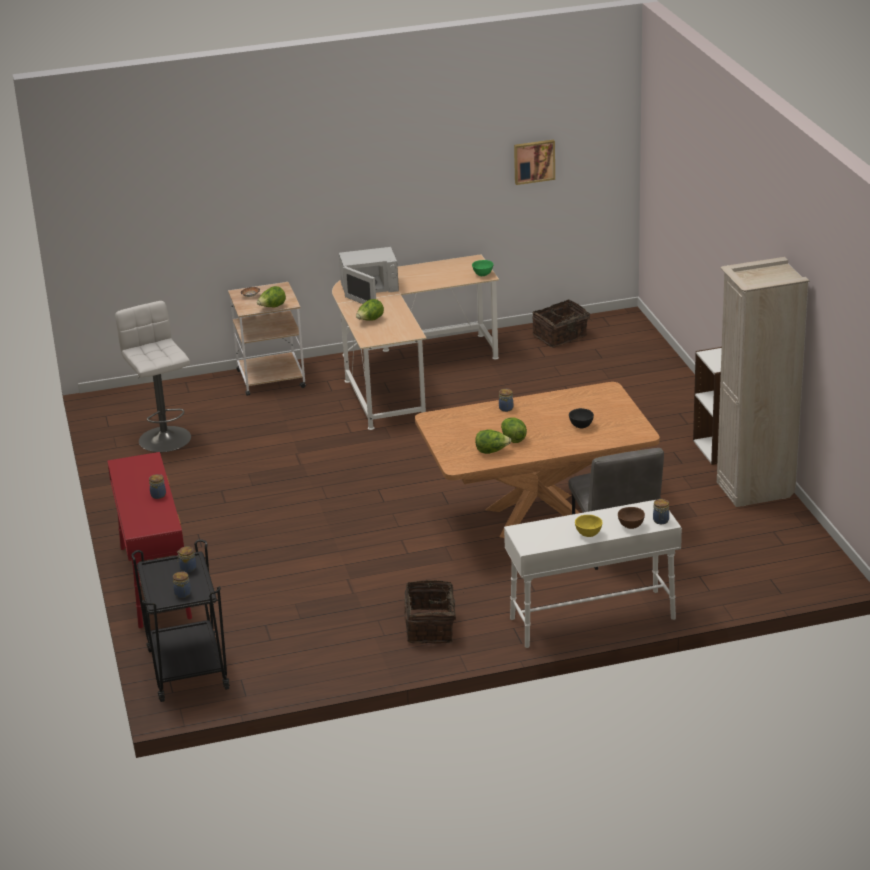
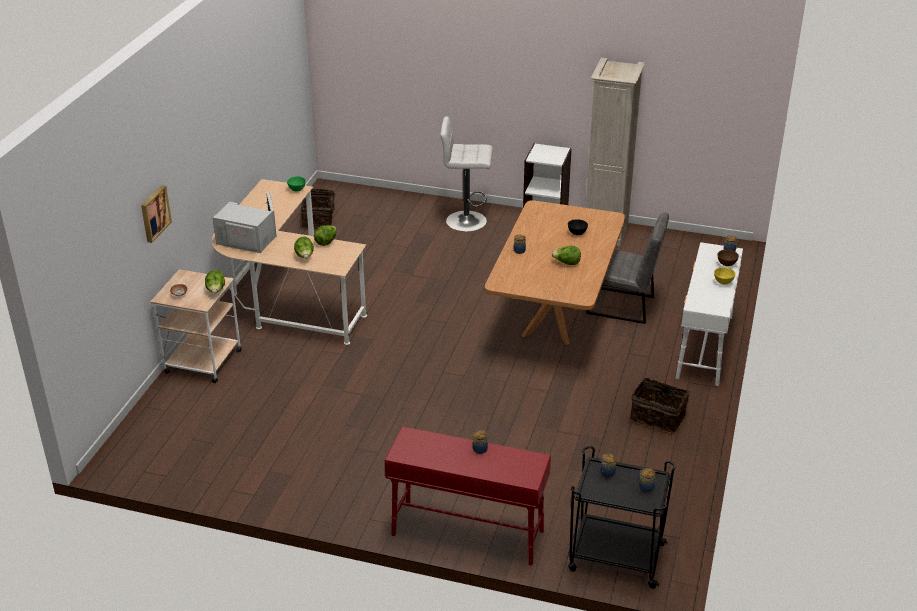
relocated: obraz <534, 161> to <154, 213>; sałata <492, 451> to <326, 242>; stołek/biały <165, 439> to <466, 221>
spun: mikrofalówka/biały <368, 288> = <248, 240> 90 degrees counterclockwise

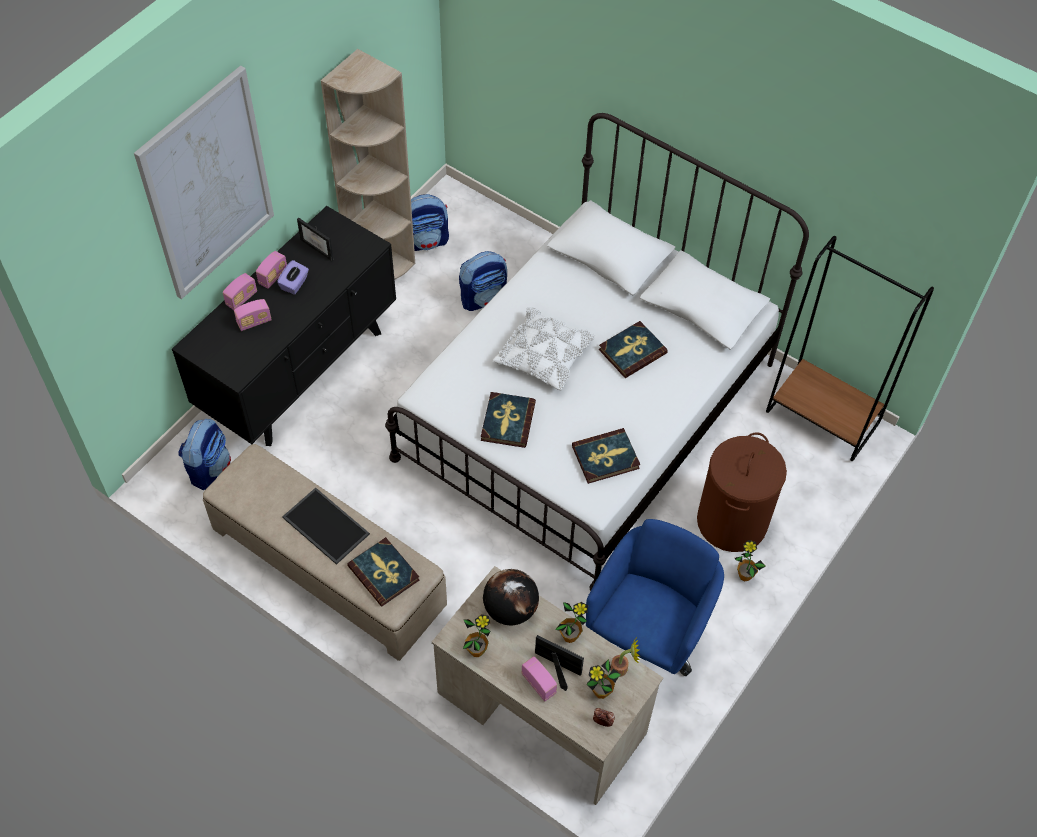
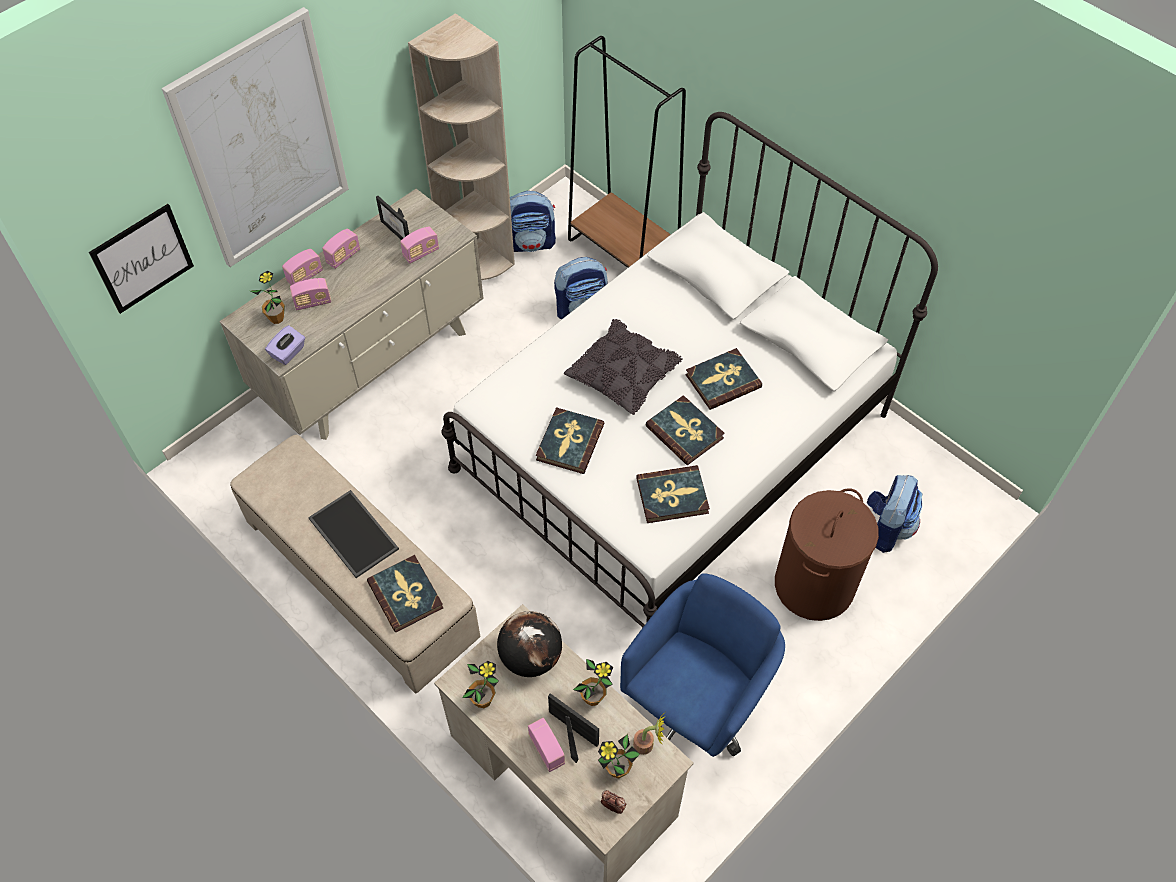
appeared: obraz <142, 258>; radio <421, 253>; książka <685, 432>
relocated: roślina doniczkowa <745, 575> to <277, 318>; pudełko chusteczek/fioletowy <294, 284> to <288, 352>; wieszak <822, 418> to <623, 252>; plecak <209, 468> to <886, 528>
colour: komoda/czarny <299, 370> to komoda/beżowy <372, 362>; poduszka/biały <544, 355> to poduszka/czarny <623, 374>

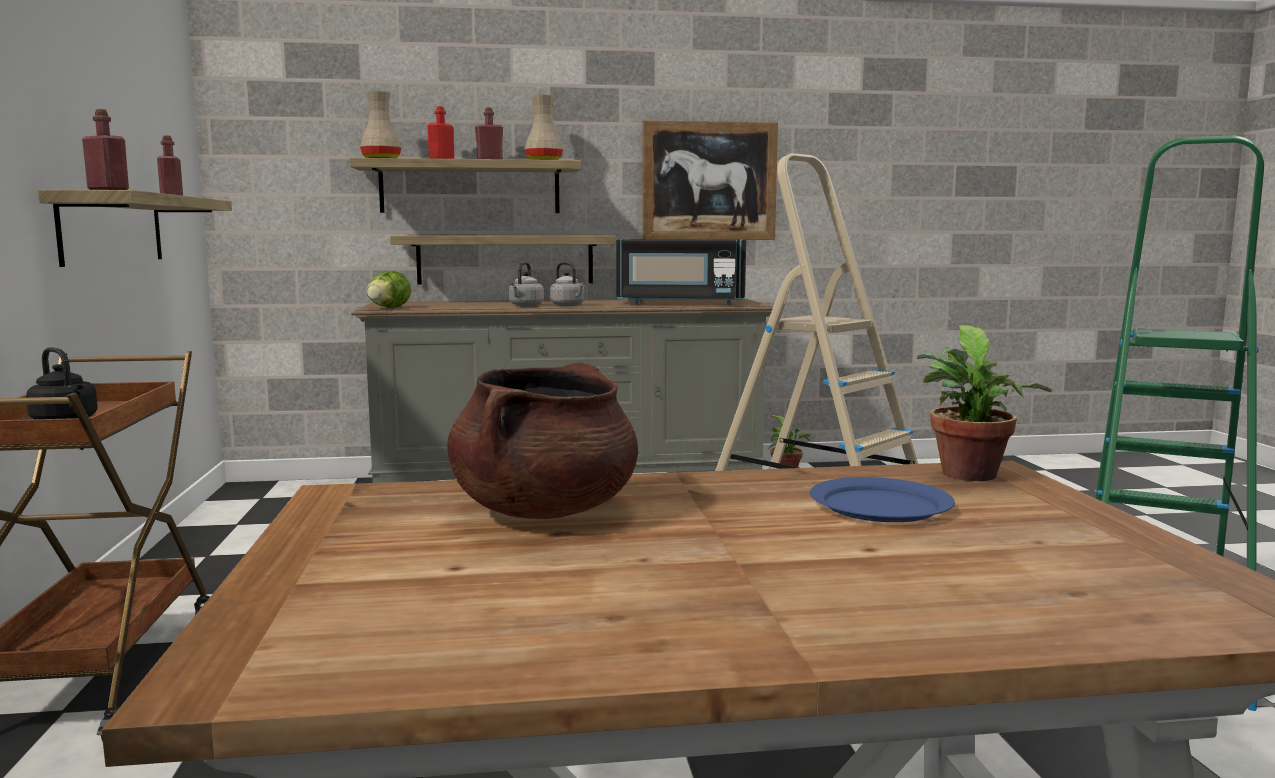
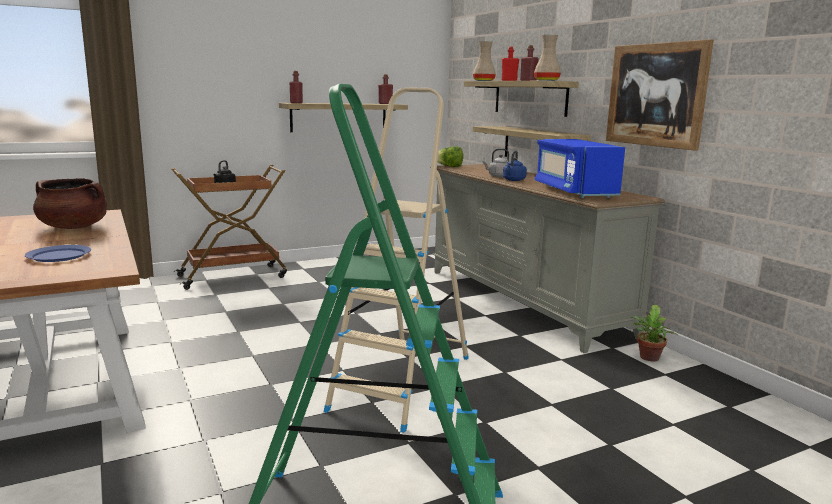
missing: roślina doniczkowa <970, 476>
colour: czajnik/szary <568, 305> to czajnik/niebieski <513, 180>; mikrofalówka/czarny <681, 303> to mikrofalówka/niebieski <574, 191>

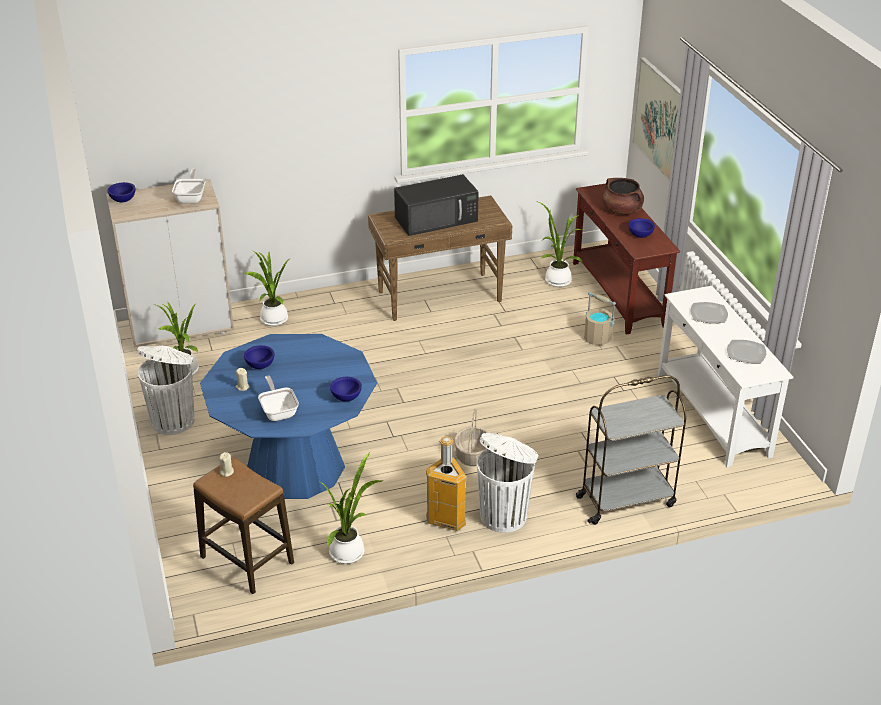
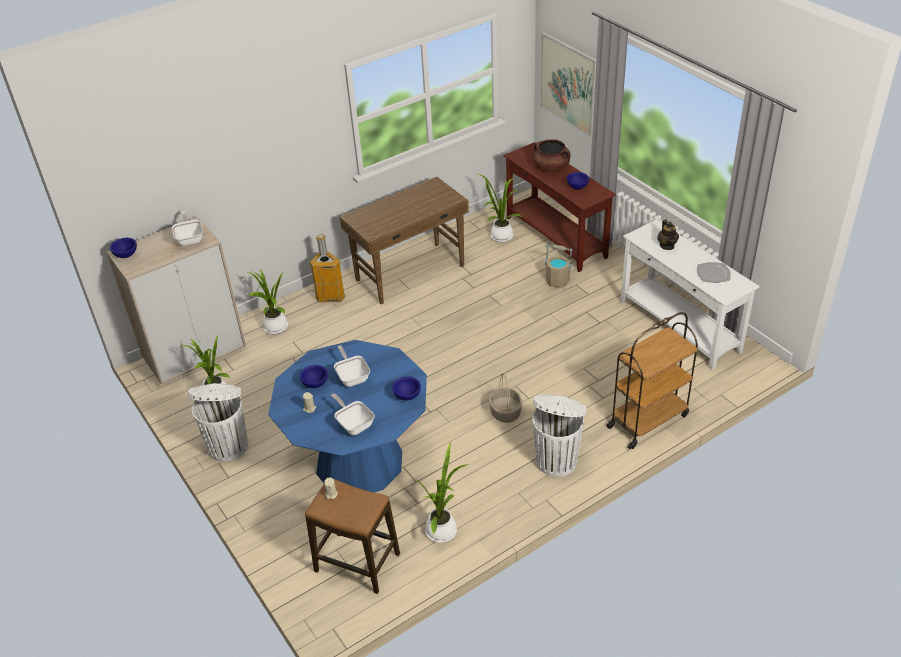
missing: mikrofalówka/czarny <437, 219>
appeared: patelnia <352, 377>
relocated: kosz na śmieci <447, 520> to <331, 297>
exchanged: talerz <709, 314> to imbryk <667, 245>
colour: wózek/szary <627, 501> to wózek/brązowy <649, 421>

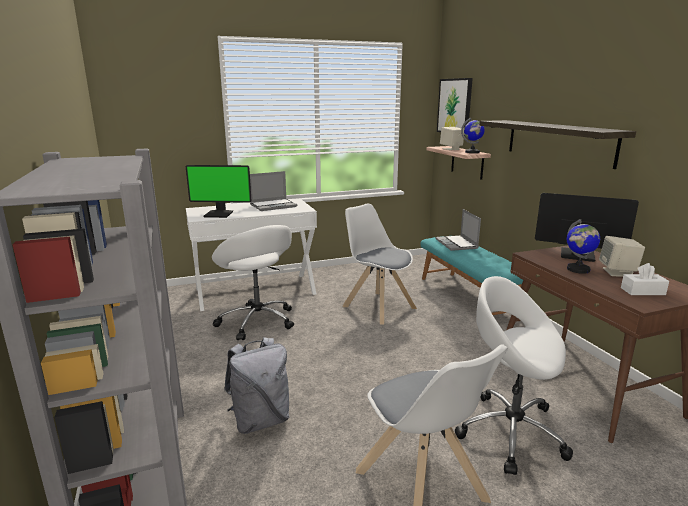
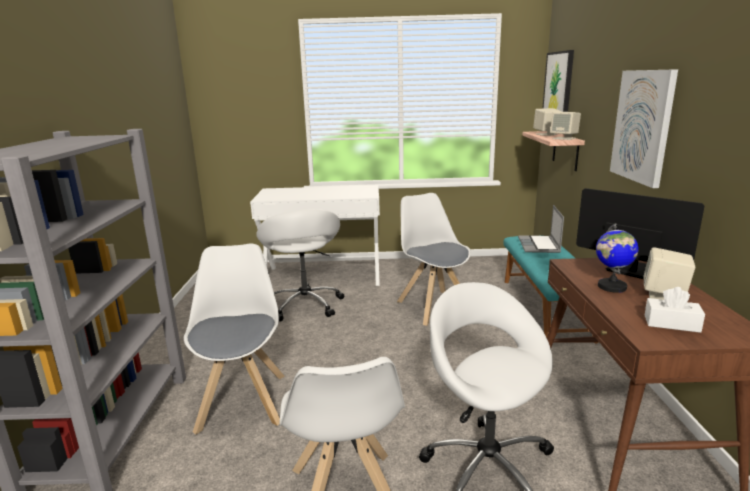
missing: monitor <219, 214>; laptop <273, 206>
exchanged: plecak/szary <260, 420> to krzesło <243, 400>; globus <472, 152> to głośnik/beżowy <564, 138>; półka <558, 142> to obraz <643, 126>

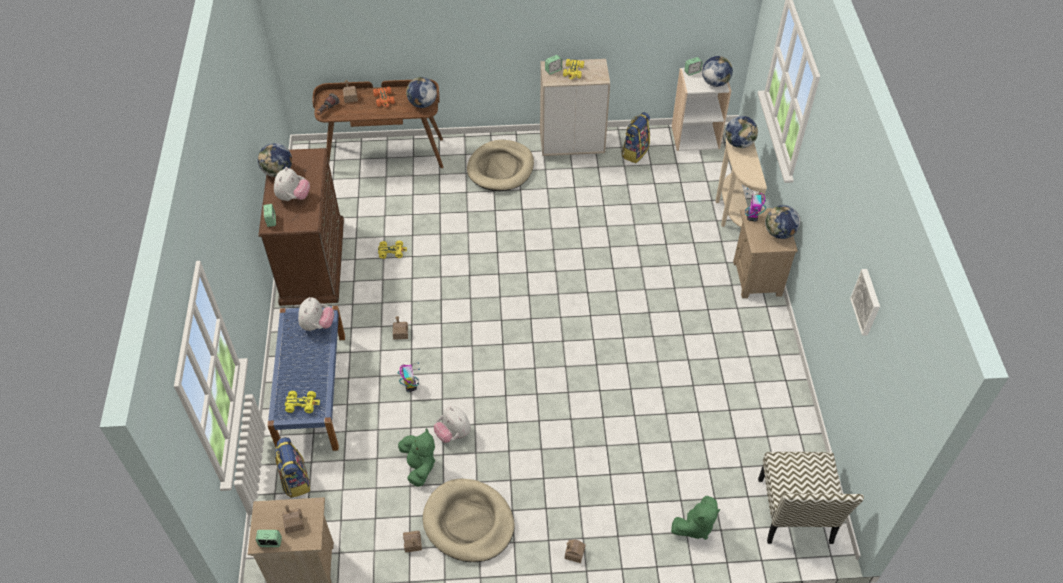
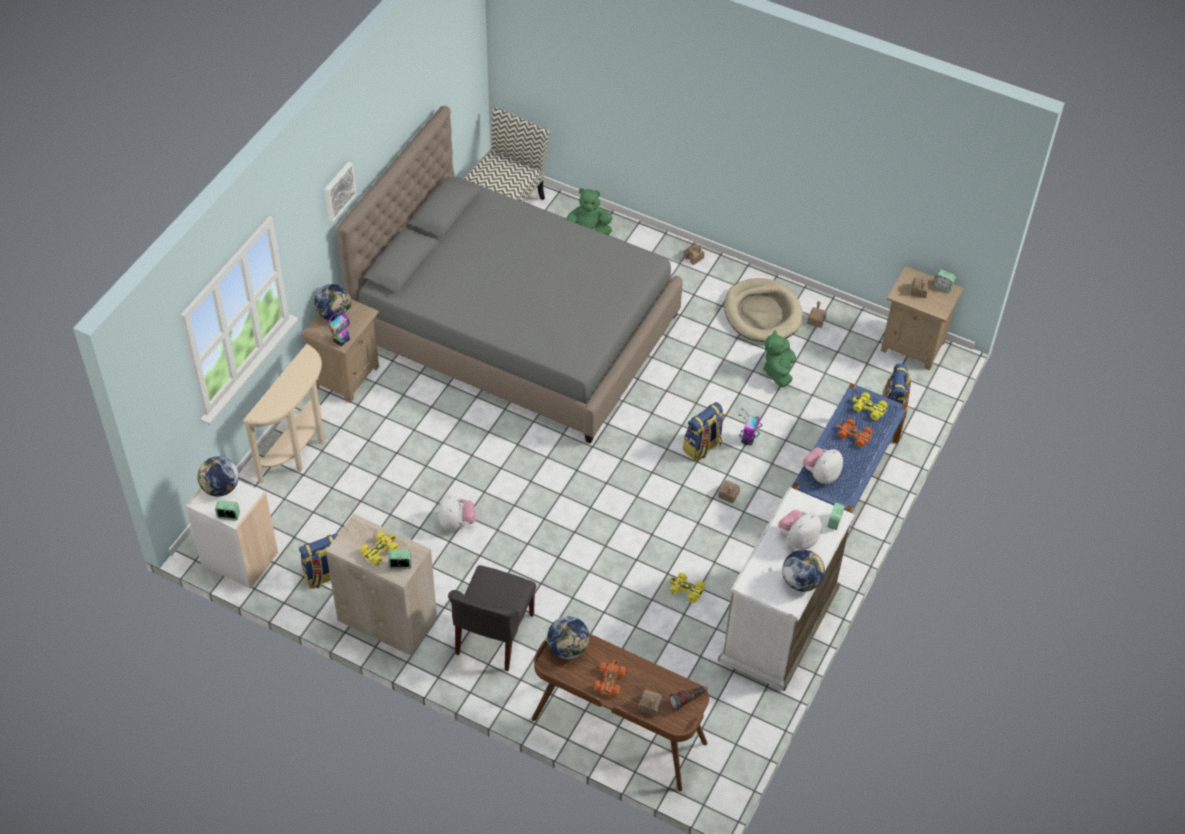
missing: globus <739, 143>
appeared: łóżko/szary <515, 327>; plecak <702, 447>; samochodzik/pomarańczowy <854, 435>
relocated: obraz <867, 302> to <338, 190>; pluszak <453, 433> to <456, 523>
exchanged: legowisko/beżowy <501, 168> to krzesło/szary <493, 636>
colour: komoda/brązowy <312, 260> to komoda/biały <779, 624>

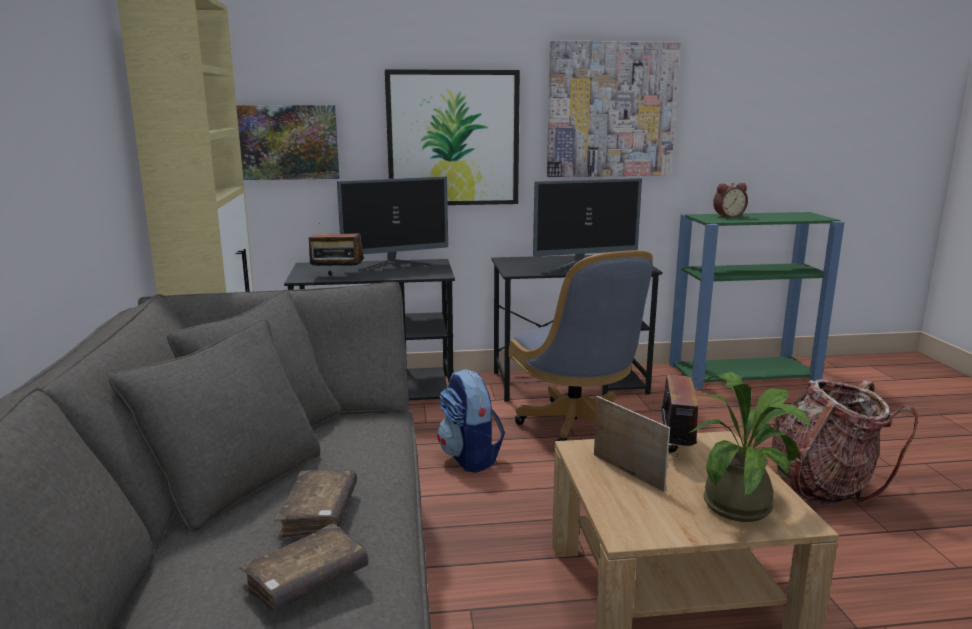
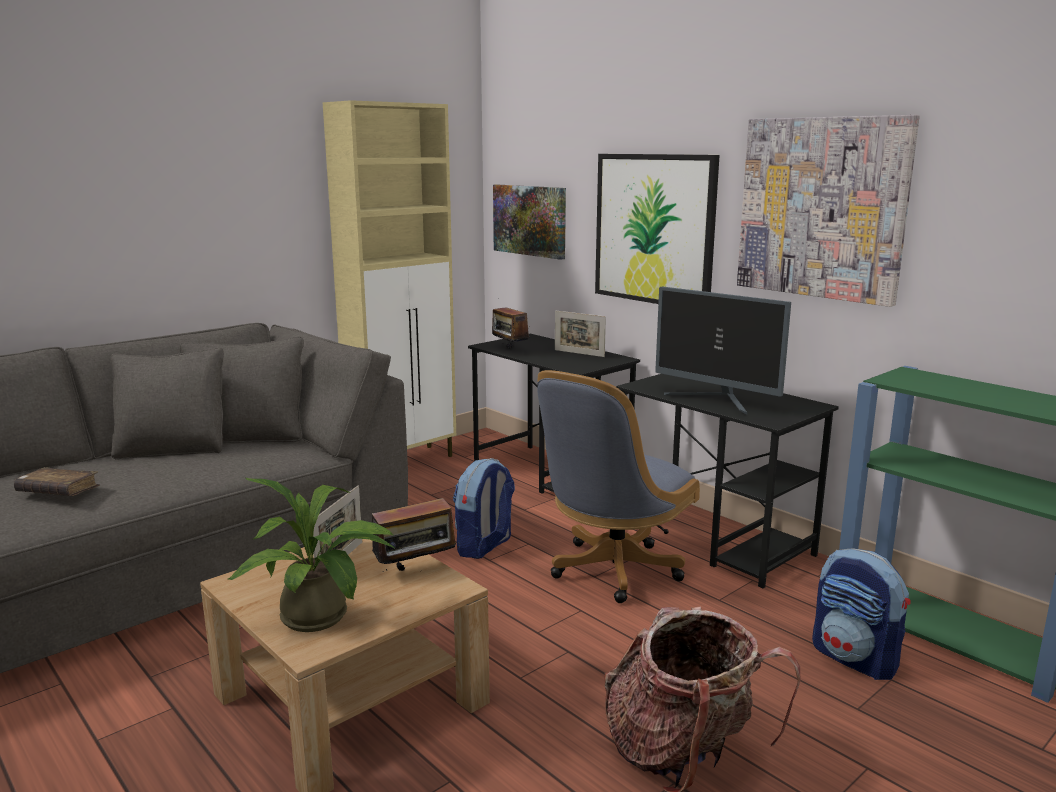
missing: książka/brązowy <319, 514>; budzik <728, 216>
appeared: plecak <855, 658>
exchanged: monitor <395, 265> to ramka na zdjęcie <579, 353>

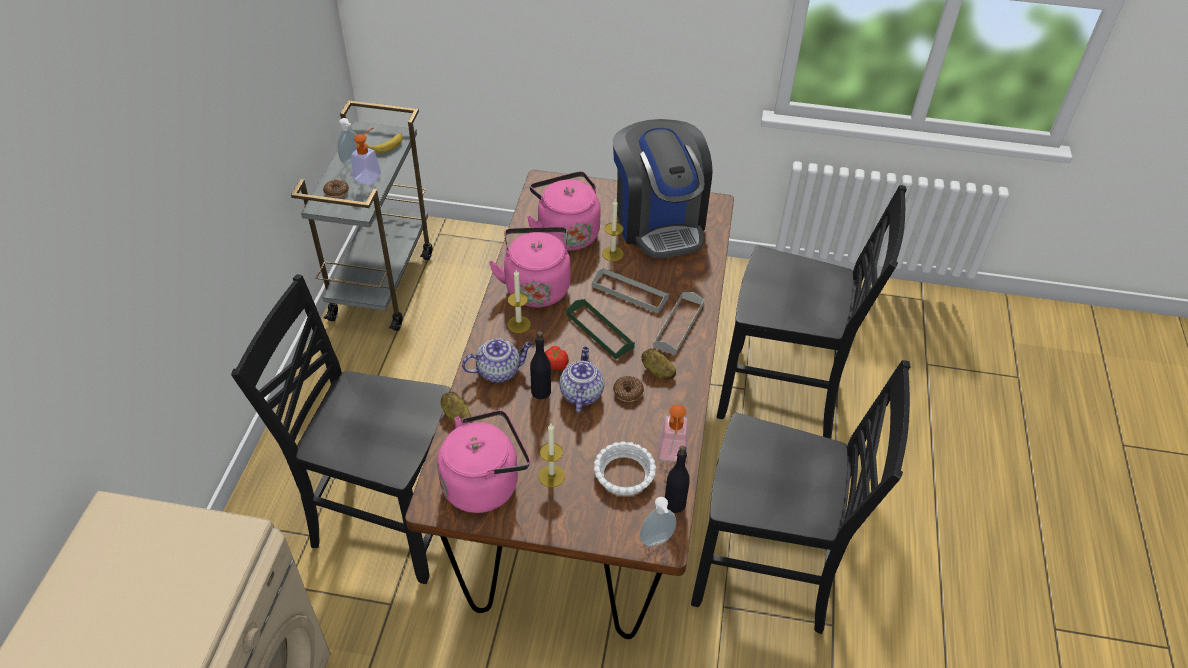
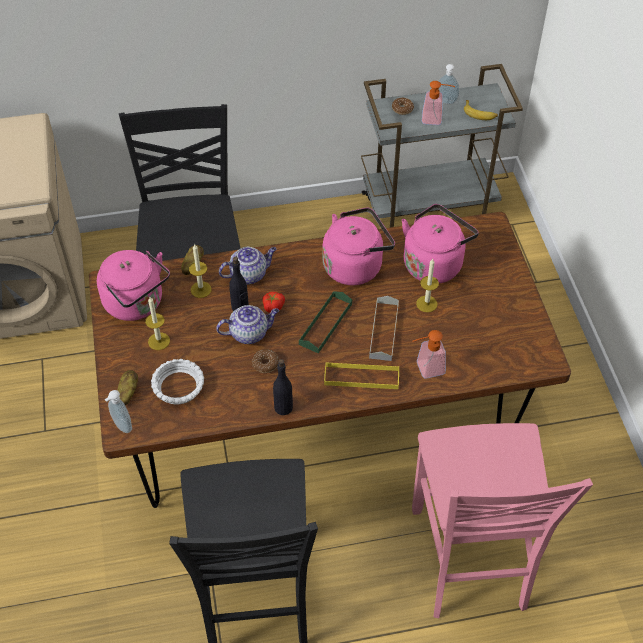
missing: ekspres do kawy <659, 222>
relocated: ziemniak <657, 372> to <128, 393>; świeca <519, 324> to <201, 289>; butelka/czarny <674, 503> to <283, 407>; dozownik mydła <672, 455> to <425, 369>
colour: taca/szary <678, 325> to taca/żółty <361, 377>; krzesło/czarny <782, 396> to krzesło/różowy <470, 561>
spun: imbryk <499, 371> = <249, 274> 75 degrees counterclockwise

